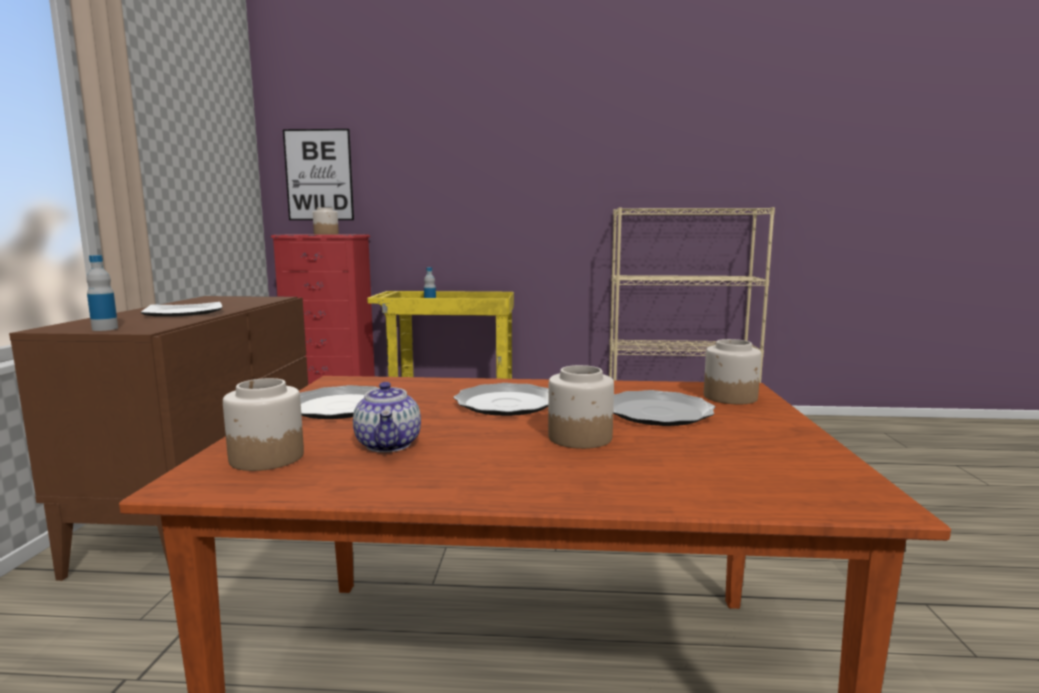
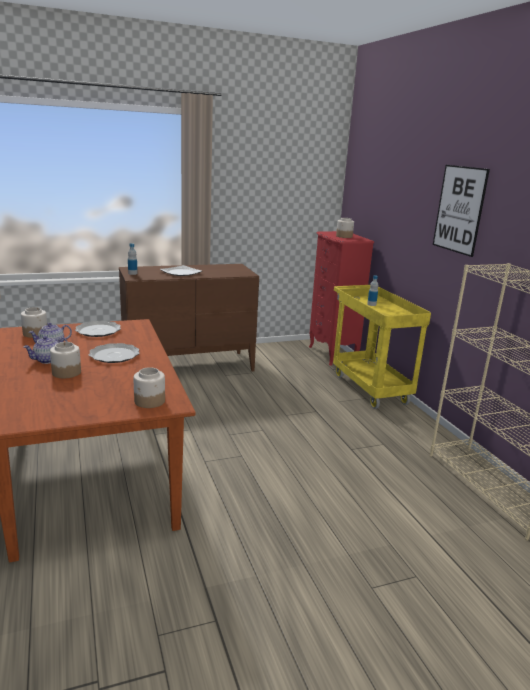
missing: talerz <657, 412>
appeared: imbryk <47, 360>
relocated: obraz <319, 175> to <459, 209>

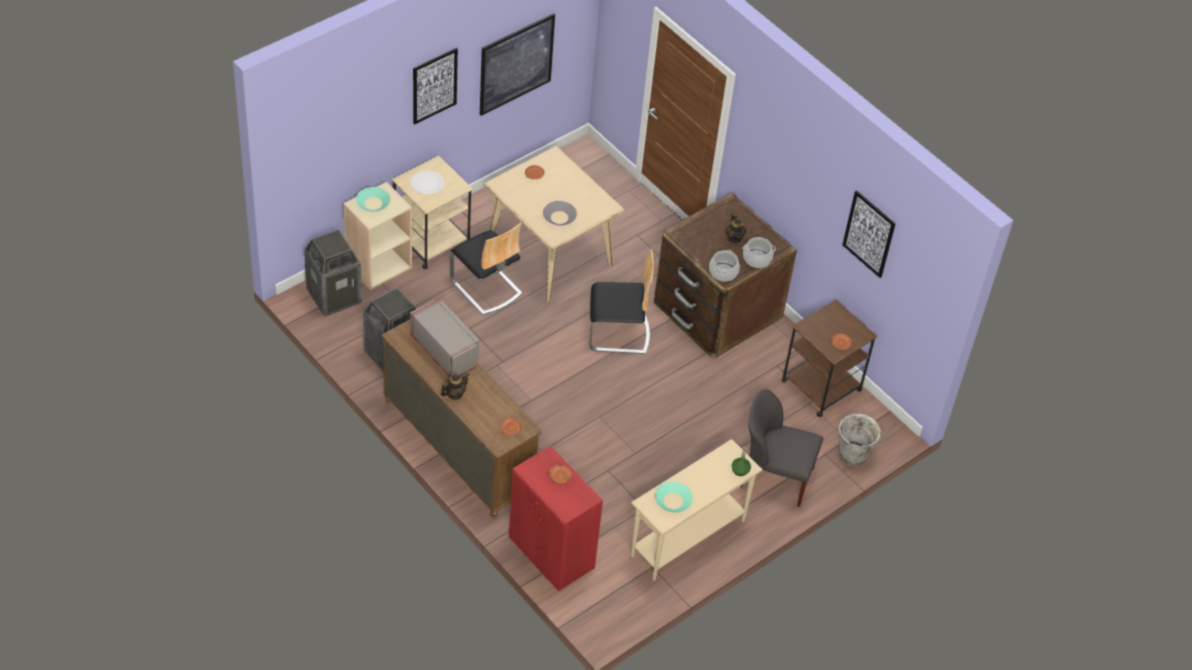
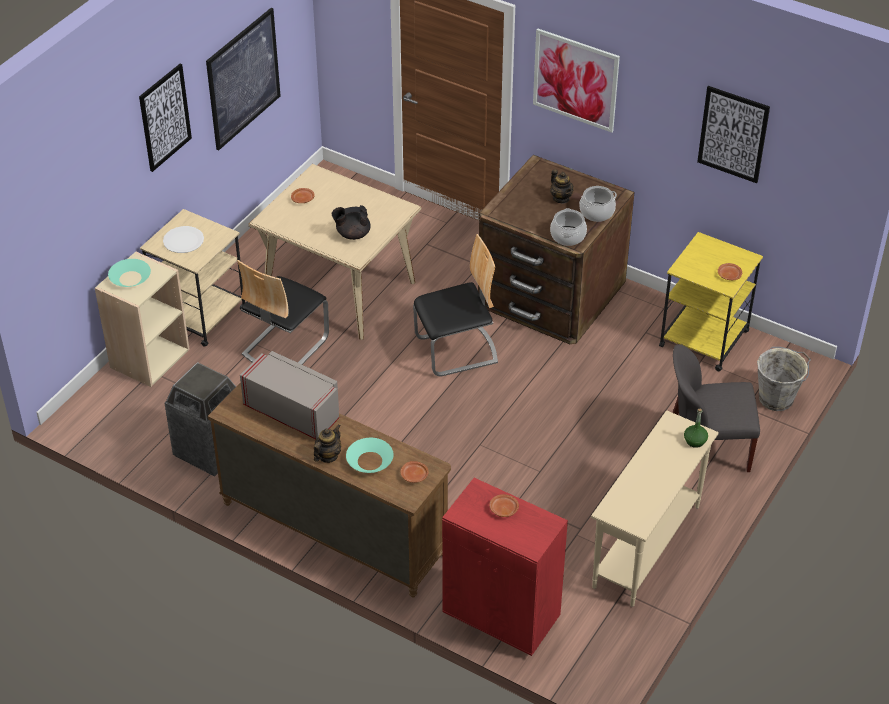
missing: kosz na śmieci <334, 296>
appeared: obraz <575, 80>
relocated: miska/turkusowy <673, 501> to <370, 461>
exchanged: miska/szary <559, 217> to imbryk/czarny <352, 234>
colour: wózek/brązowy <822, 387> to wózek/żółty <705, 340>
spun: krzesło <486, 288> = <284, 346> 90 degrees clockwise

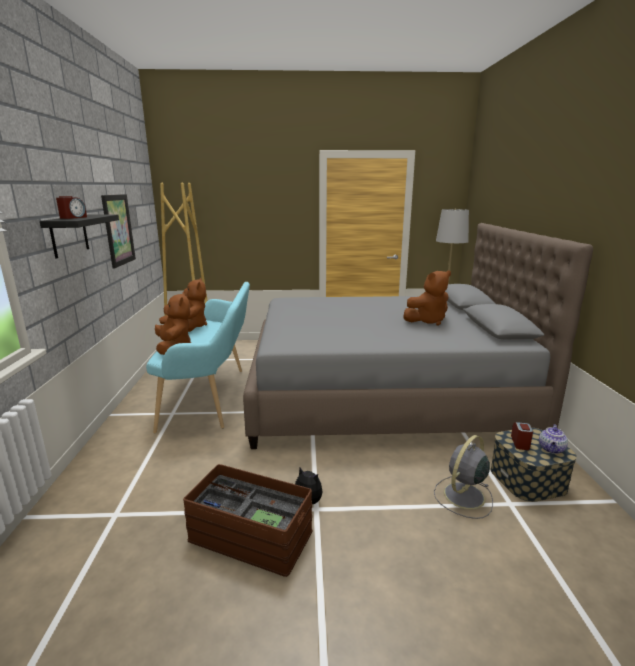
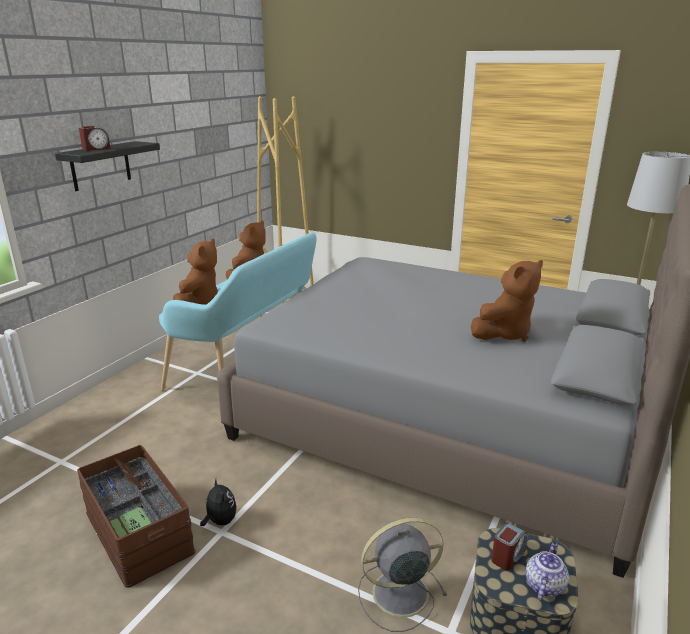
missing: obraz <118, 230>
spun: pluszak/brązowy <427, 321> = <504, 333> 45 degrees counterclockwise; imbryk <551, 449> = <544, 584> 150 degrees clockwise

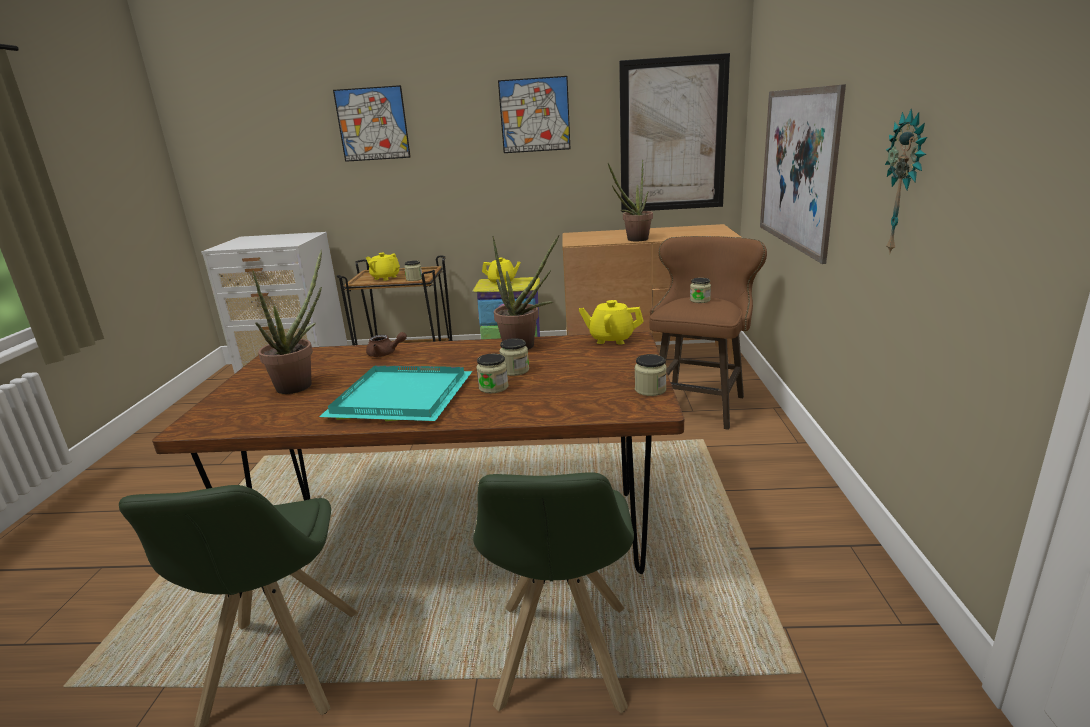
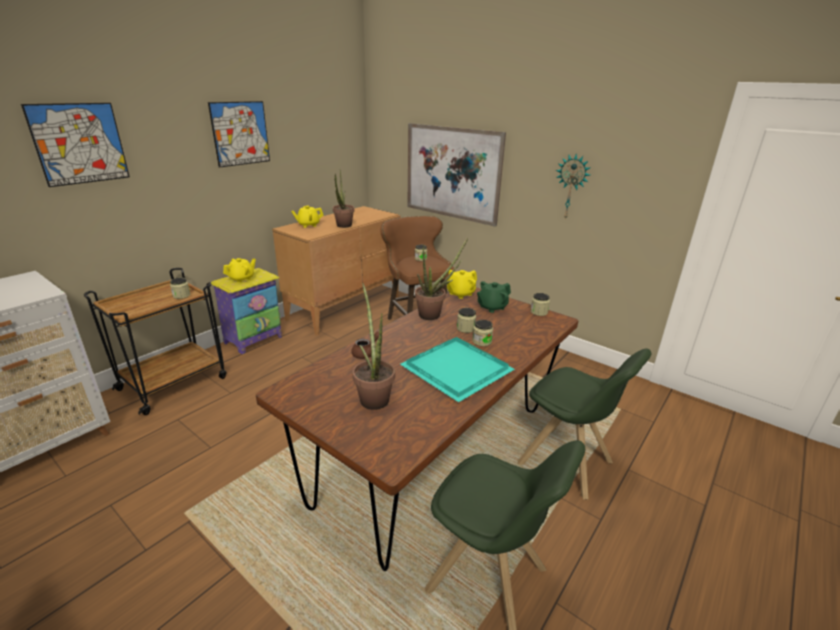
missing: obraz <672, 136>
appeared: imbryk/zielony <492, 307>
relocated: imbryk/żółty <385, 277> to <308, 225>

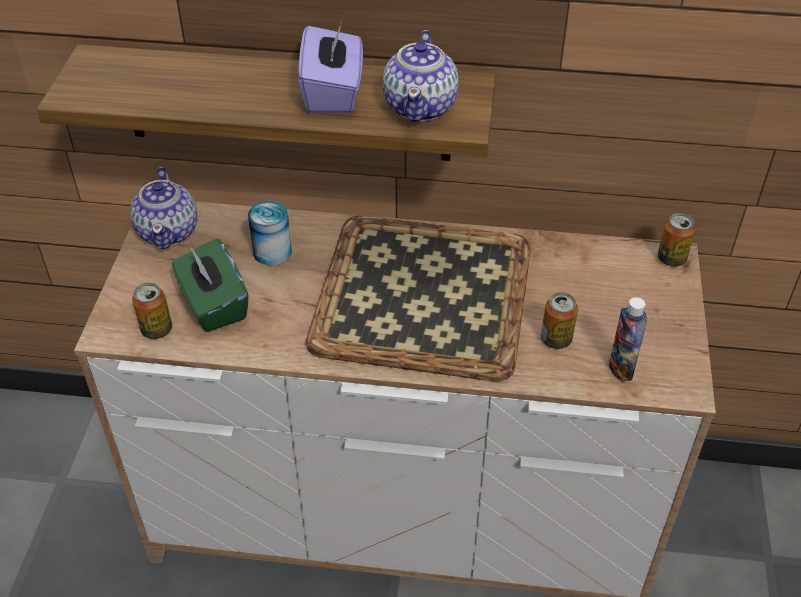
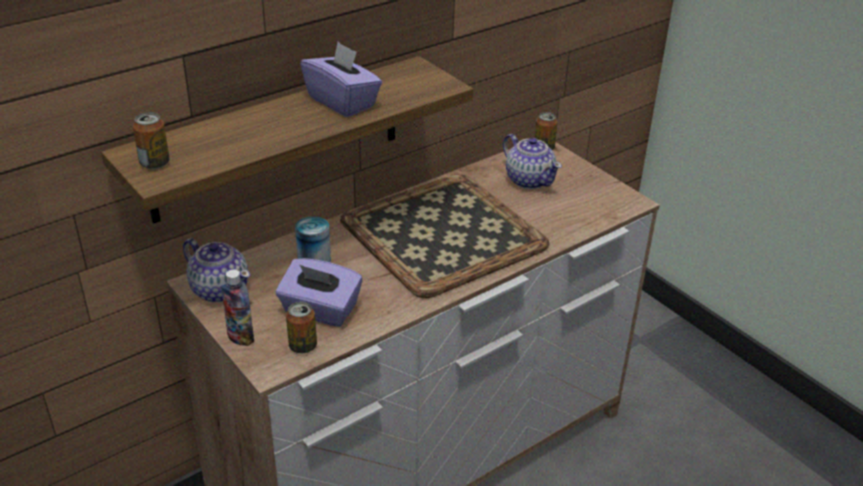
relocated: puszka <556, 339> to <155, 163>; butelka <621, 368> to <240, 338>; imbryk <421, 106> to <529, 180>
colour: pudełko chusteczek/zielony <213, 305> to pudełko chusteczek/fioletowy <320, 311>

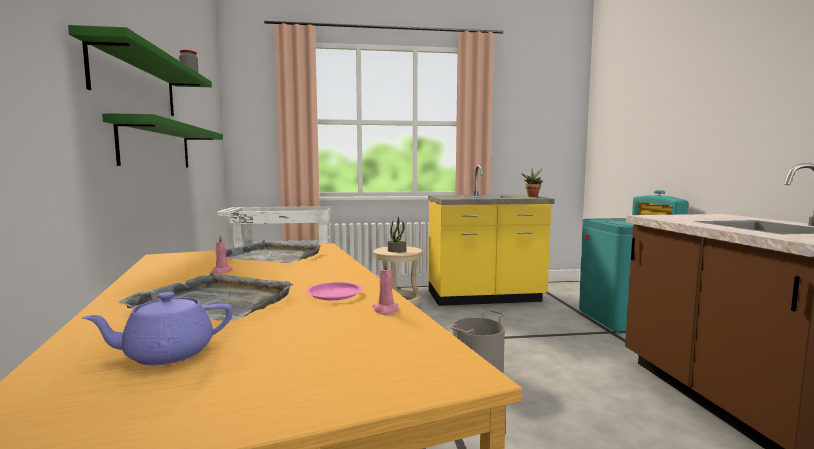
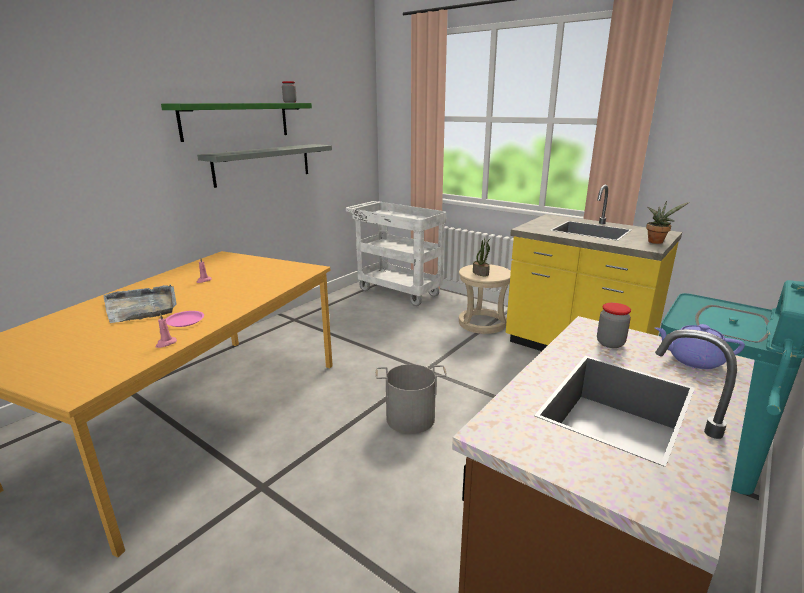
missing: taca/szary <273, 256>
appeared: słoik <610, 343>
relocated: imbryk/fioletowy <167, 354> to <693, 360>
colour: półka/zielony <156, 146> to półka/szary <263, 164>

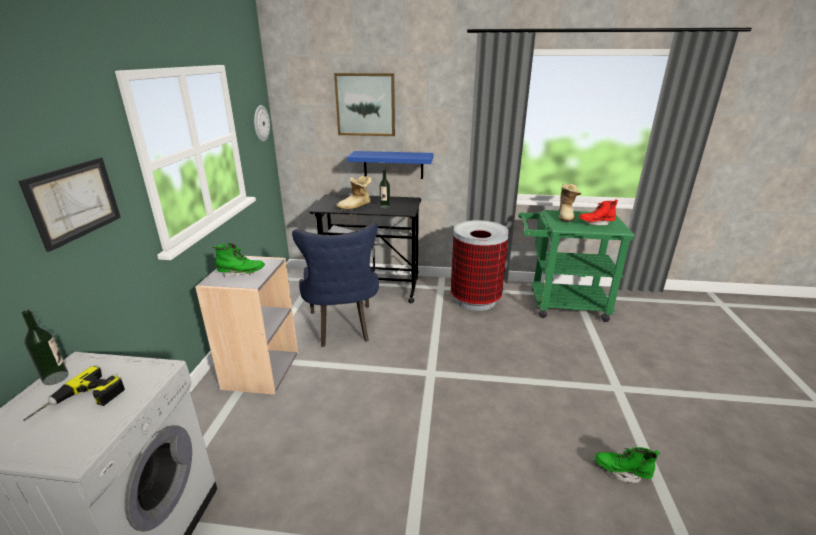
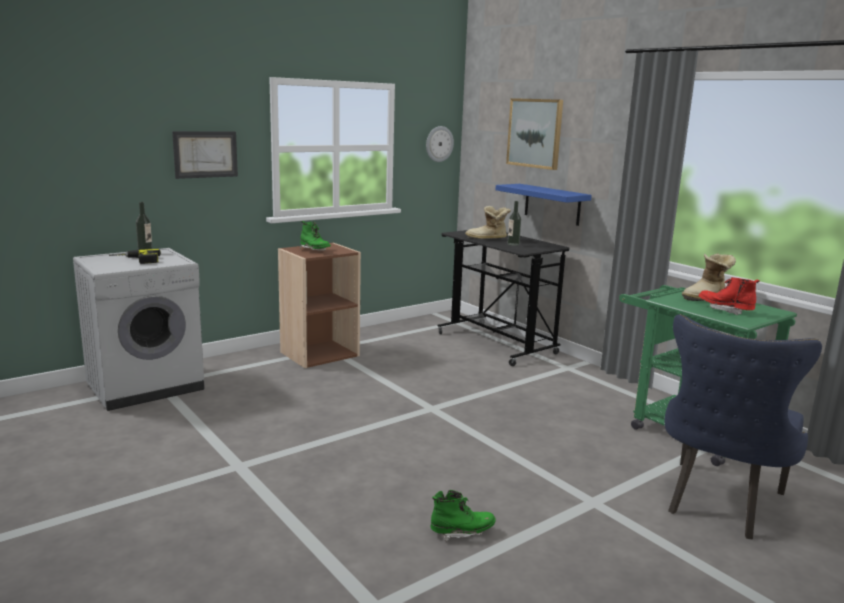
missing: kosz na śmieci <475, 300>
relocated: krzesło/niebieski <342, 327> to <719, 502>
colour: regał/szary <260, 369> to regał/brązowy <320, 353>
spun: but z cholewką/zielony <621, 471> = <462, 532> 105 degrees clockwise

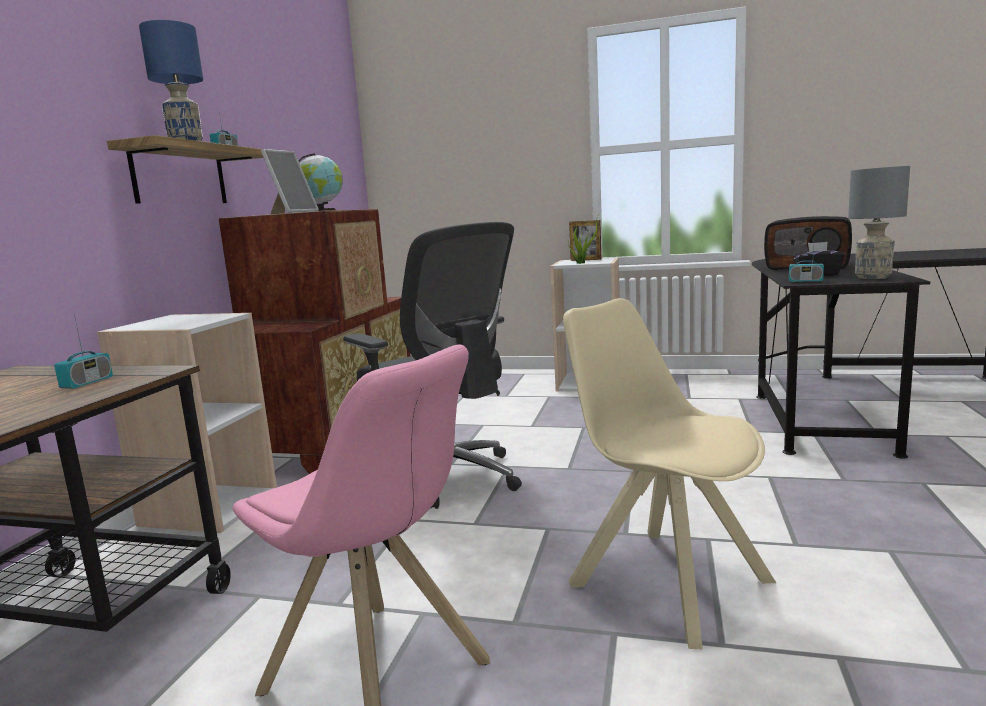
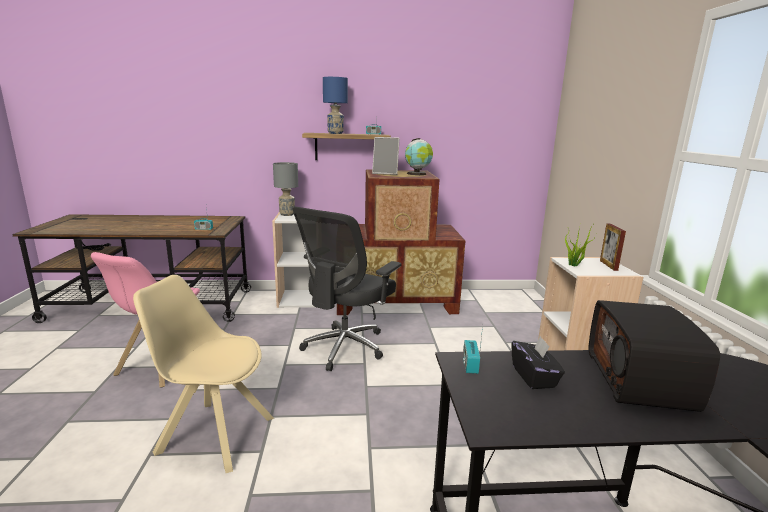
relocated: lampa stołowa/szary <872, 277> to <287, 214>
spun: krzesło/beżowy <665, 580> = <214, 433> 105 degrees counterclockwise

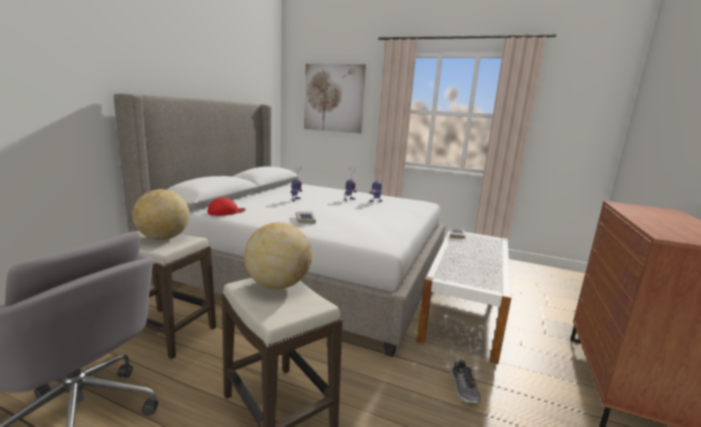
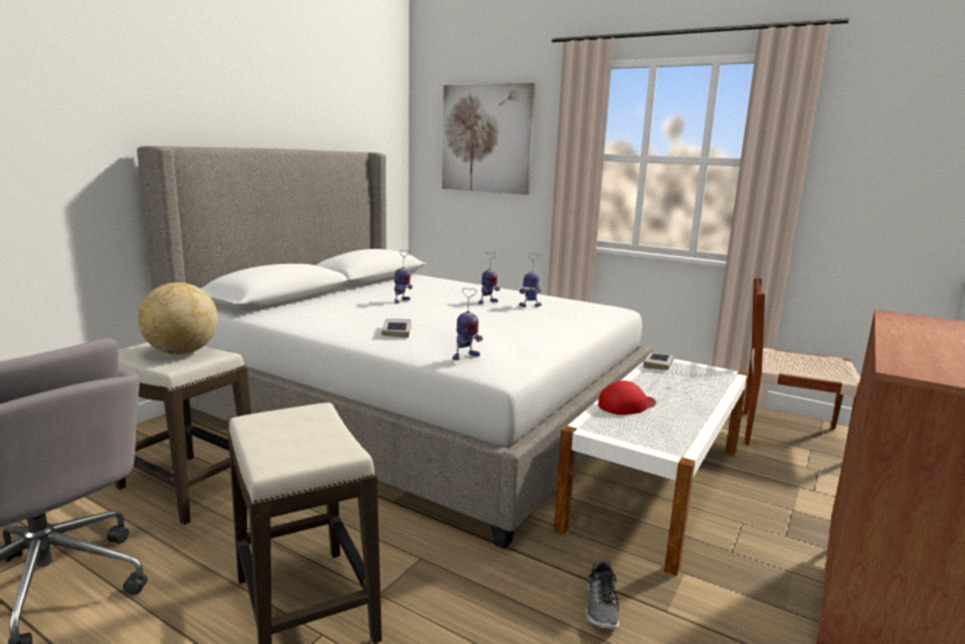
missing: globus <278, 285>
appeared: robot zabawkowy <465, 357>; krzesło <786, 435>
relocated: czapka z daszkiem/czerwony <226, 212> to <626, 405>

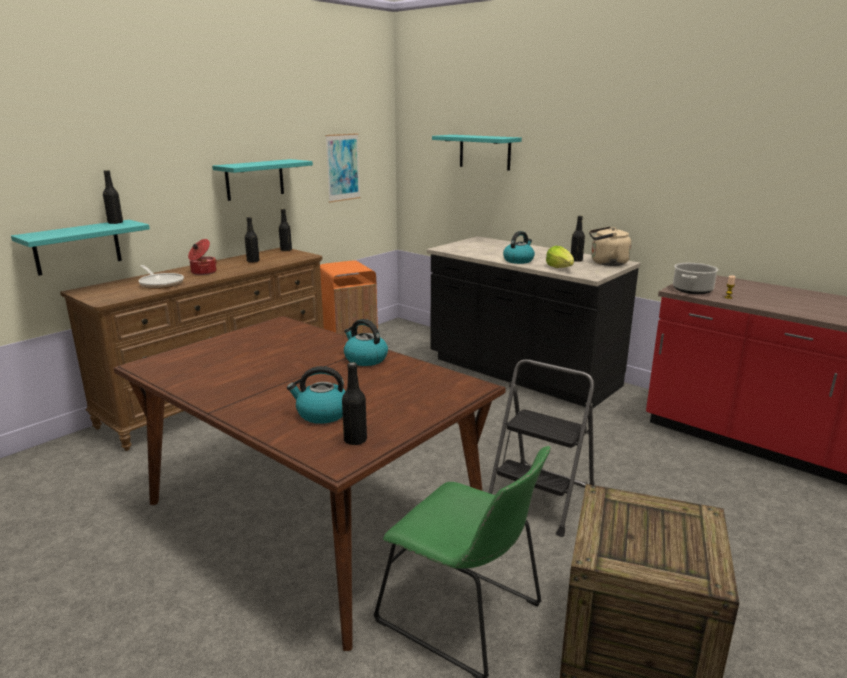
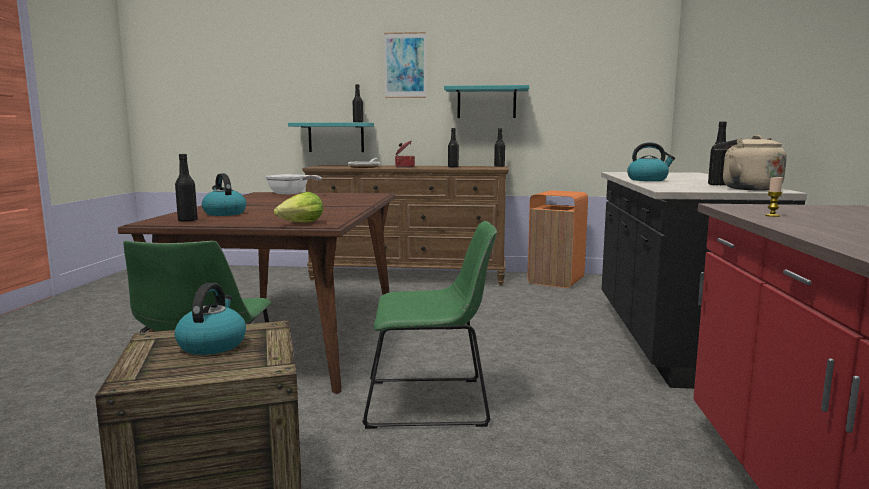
missing: półka/turkusowy <485, 152>; garnek <692, 290>
appeared: patelnia <291, 193>
relocated: czajnik <365, 359> to <212, 344>; sałata <560, 268> to <301, 223>; obraz <343, 167> to <405, 65>
exchanged: drabinka/czarny <543, 496> to krzesło/zielony <432, 402>

